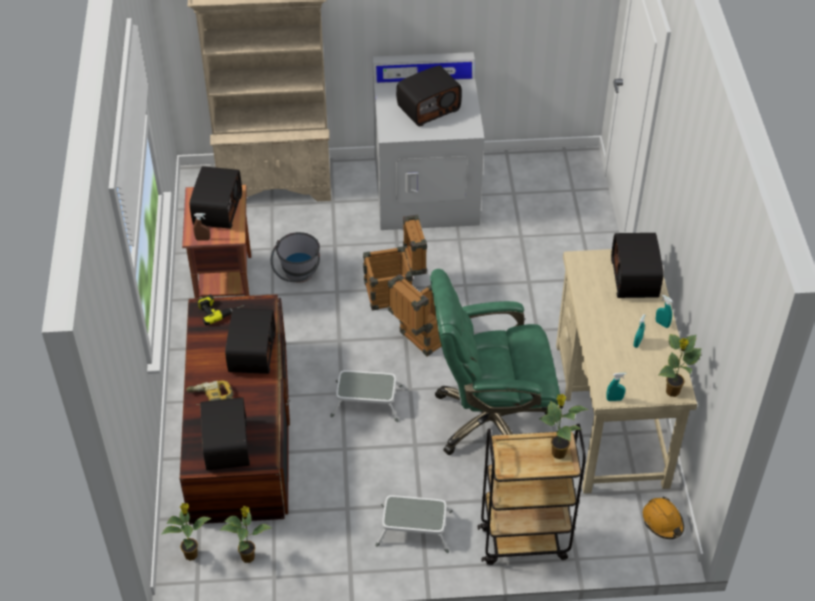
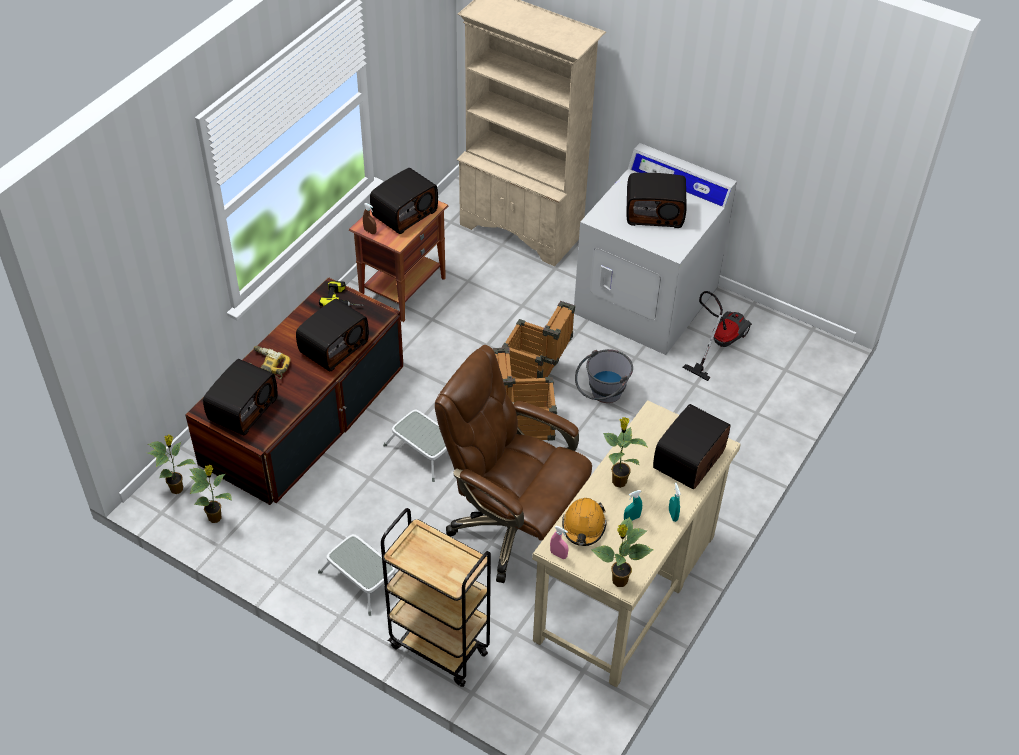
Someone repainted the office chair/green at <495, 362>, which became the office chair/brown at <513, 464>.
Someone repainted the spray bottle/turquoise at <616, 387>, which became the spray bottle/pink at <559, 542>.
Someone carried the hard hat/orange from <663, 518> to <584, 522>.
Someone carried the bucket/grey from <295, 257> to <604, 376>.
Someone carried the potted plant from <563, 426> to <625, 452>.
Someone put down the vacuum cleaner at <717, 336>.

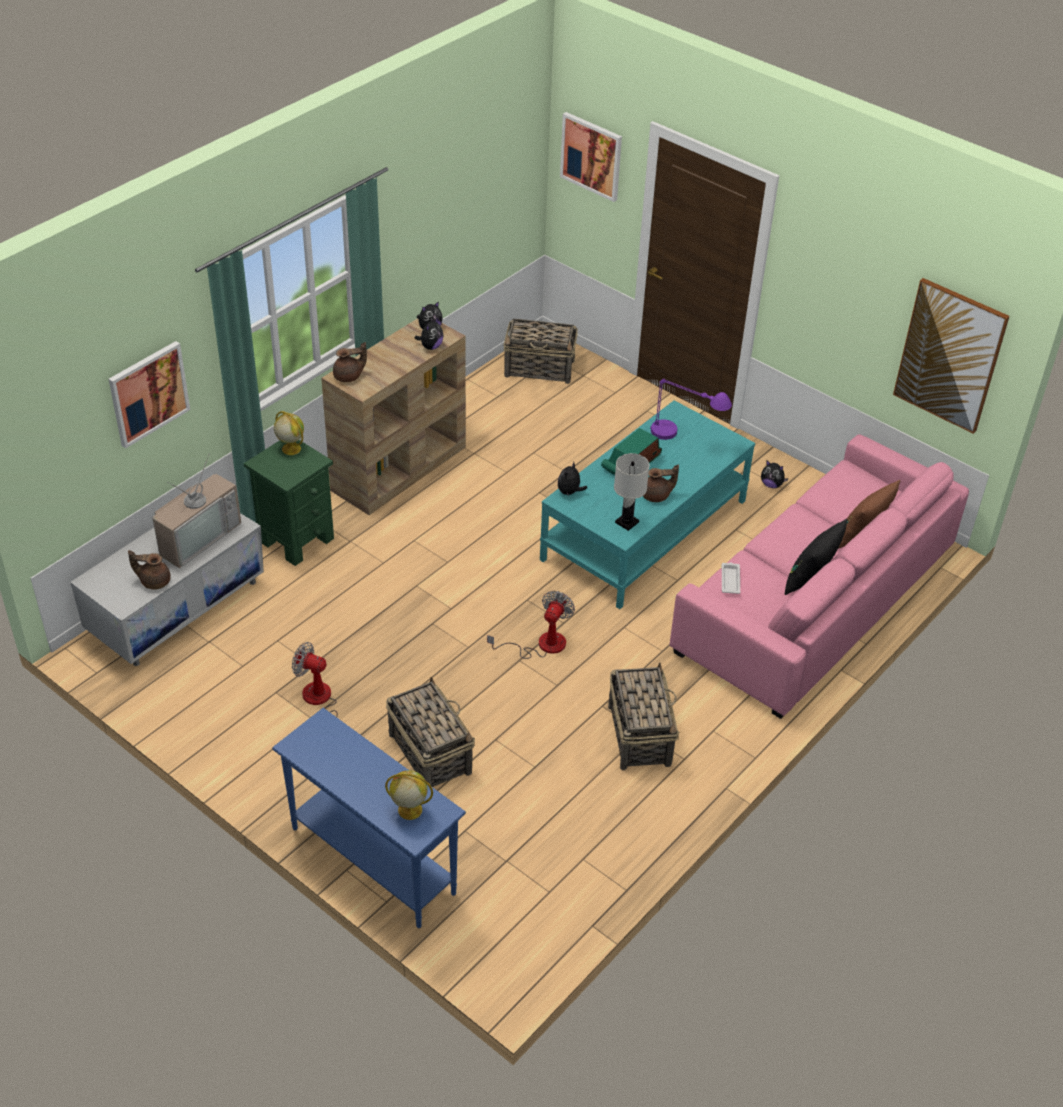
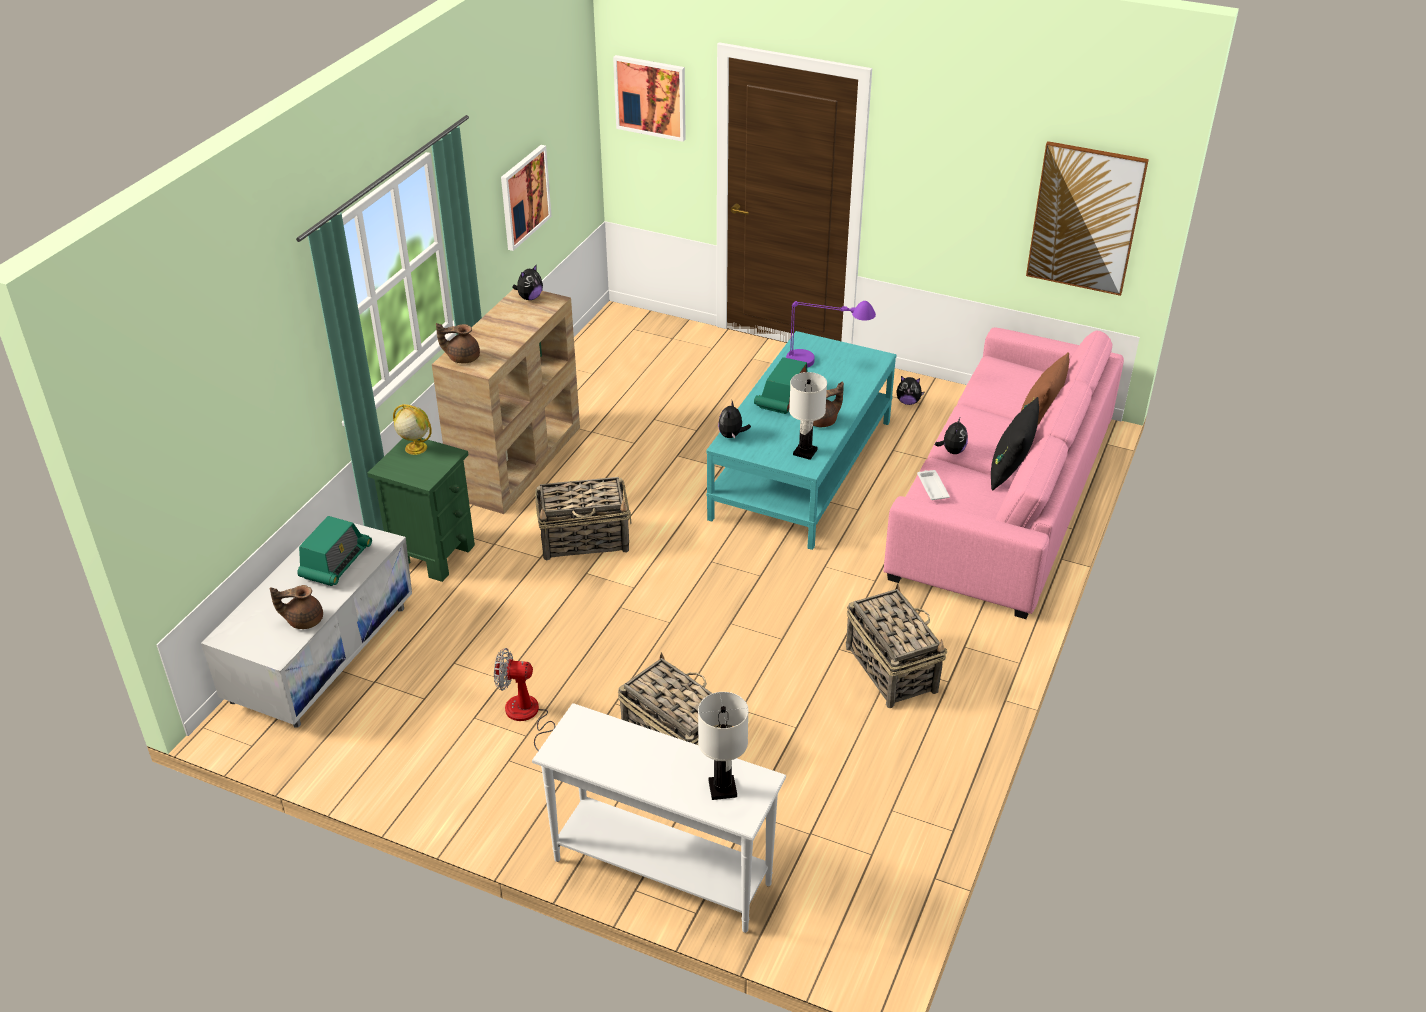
Someone swapped the television at <196, 510> for the radio at <334, 551>.
Someone rotated the teapot/brown at <350, 362> by 150 degrees counterclockwise.
Someone carried the picture from <149, 394> to <526, 198>.
Someone repainted the console table/blue at <369, 818>, which became the console table/white at <659, 818>.
Someone carried the basket from <540, 351> to <583, 518>.
Someone swapped the globe at <409, 795> for the table lamp/white at <723, 746>.
Someone carried the plush toy from <429, 333> to <951, 435>.
Someone took away the fan at <531, 625>.

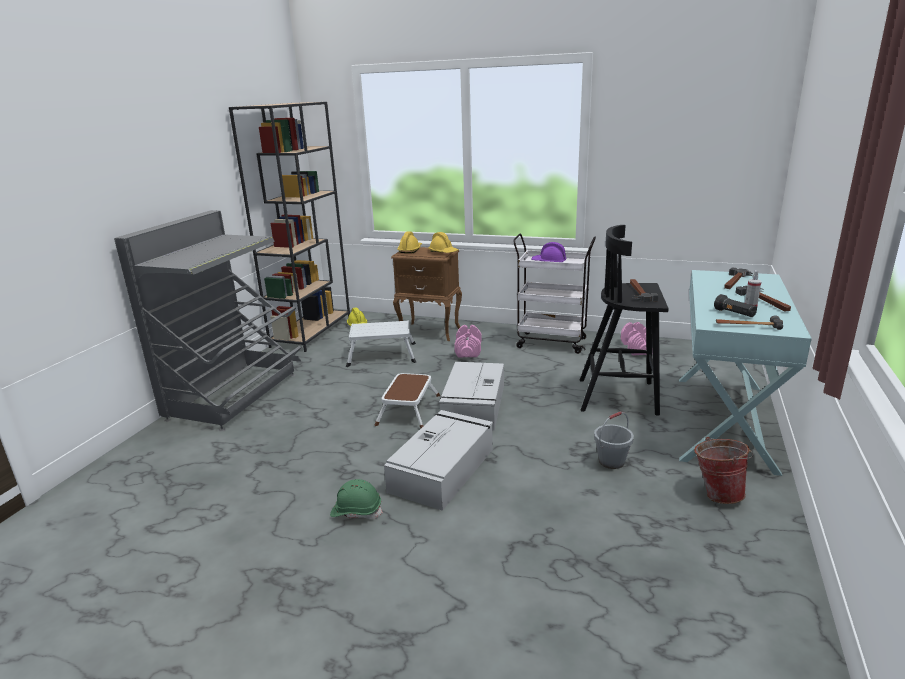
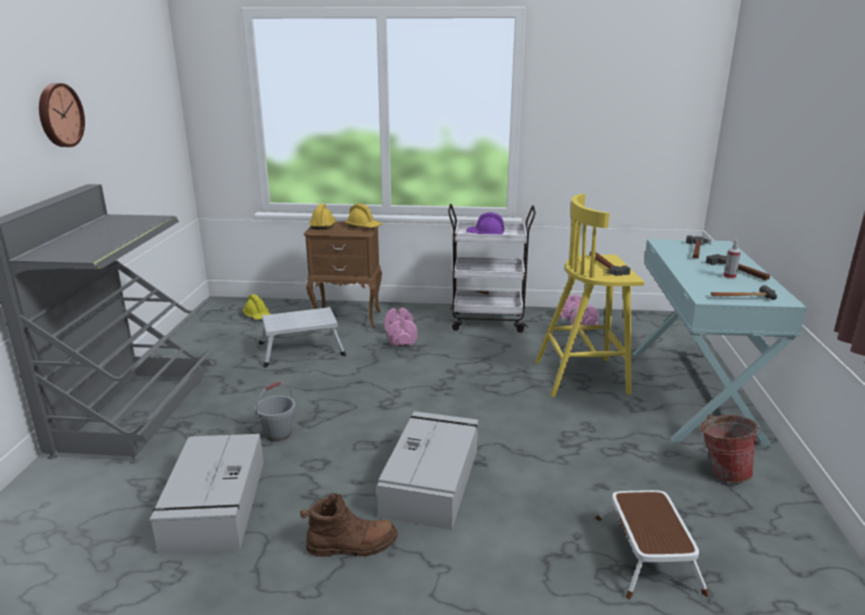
Someone put up the wall clock at <62, 115>.
Someone carried the storage box/grey from <471, 396> to <206, 494>.
Someone carried the bucket/grey from <614, 440> to <275, 411>.
Someone swapped the hard hat/green at <356, 499> for the boot/brown at <349, 525>.
Someone repainted the stool/black at <624, 320>, which became the stool/yellow at <589, 295>.
Someone carried the step ladder/brown from <407, 401> to <652, 544>.
Someone took away the bookcase at <289, 227>.
Someone took away the flashlight/black at <735, 305>.

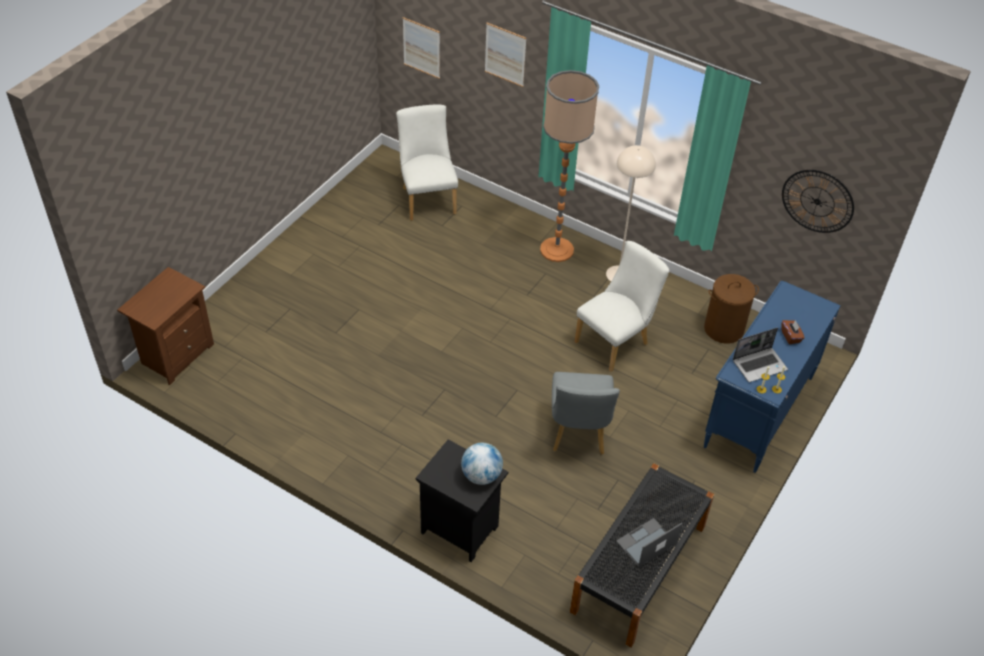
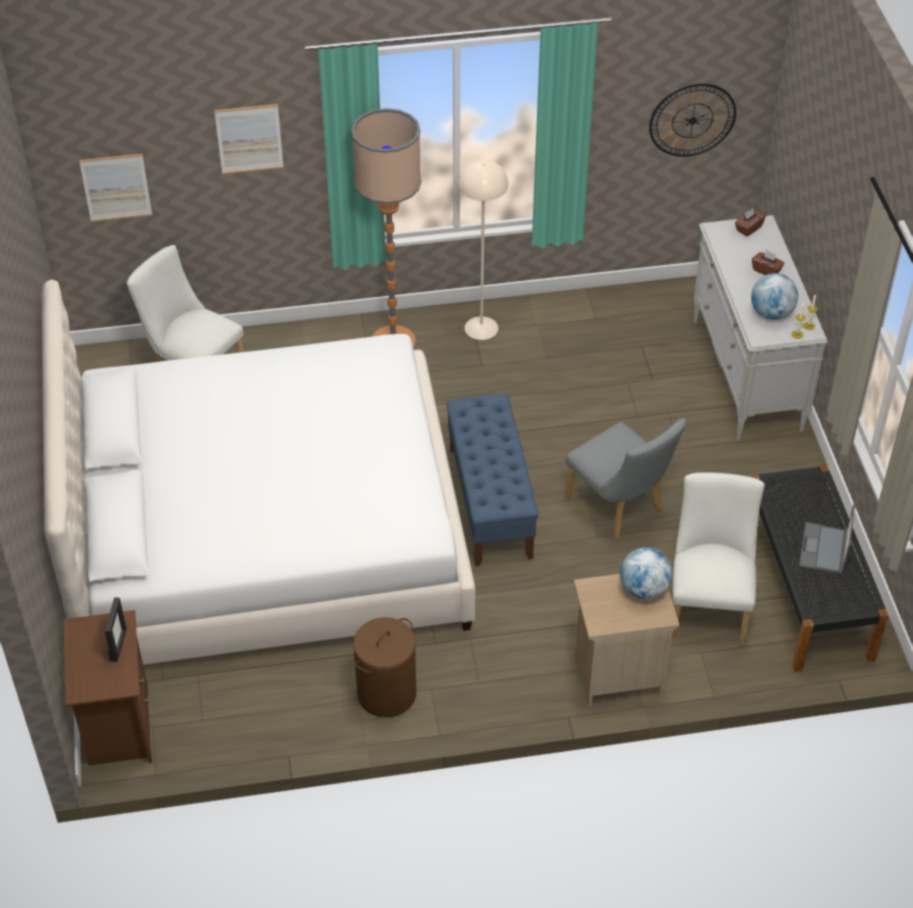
Someone put down the bed/white at <258, 472>.
Someone put down the picture frame at <116, 629>.
Someone carried the laundry basket/brown from <731, 309> to <384, 667>.
Someone put down the bench/blue at <493, 480>.
Someone repainted the nightstand/black at <462, 500>, which became the nightstand/beige at <627, 640>.
Someone carried the chair/white from <621, 306> to <718, 558>.
Someone repainted the dresser/blue at <772, 377>, which became the dresser/white at <760, 328>.
Someone put down the tissue box/brown at <750, 222>.
Someone swapped the laptop at <760, 355> for the globe at <774, 296>.

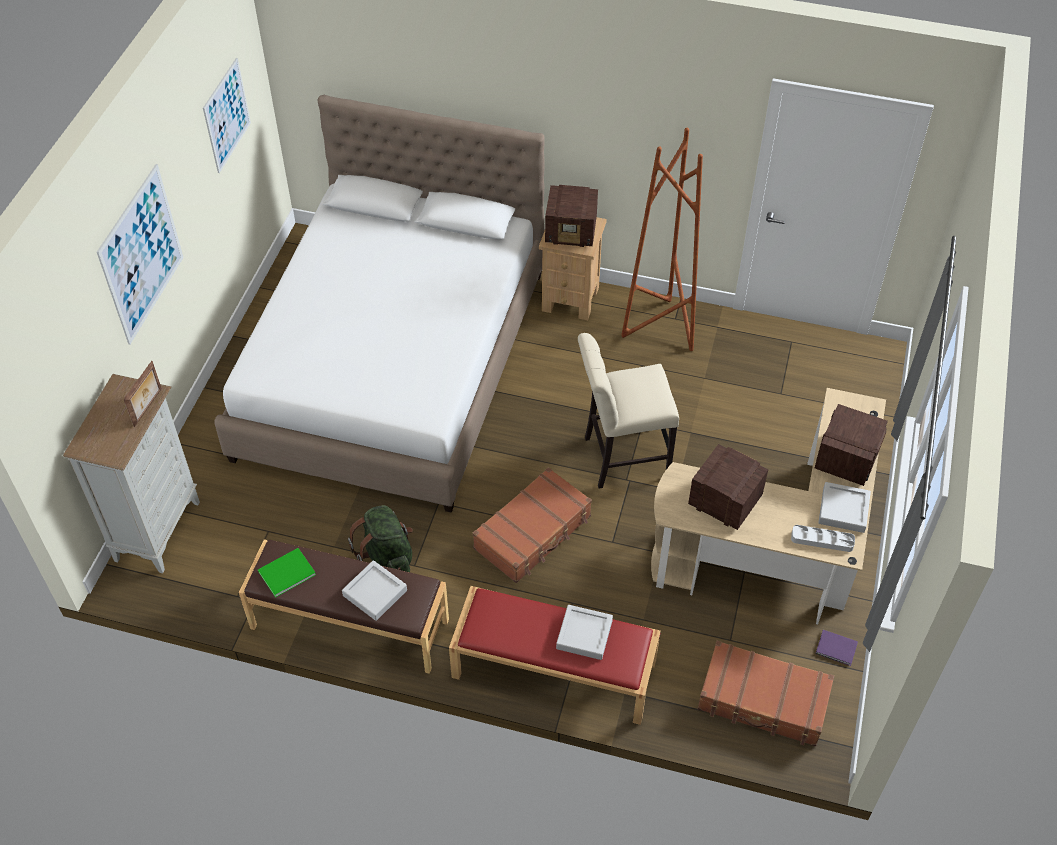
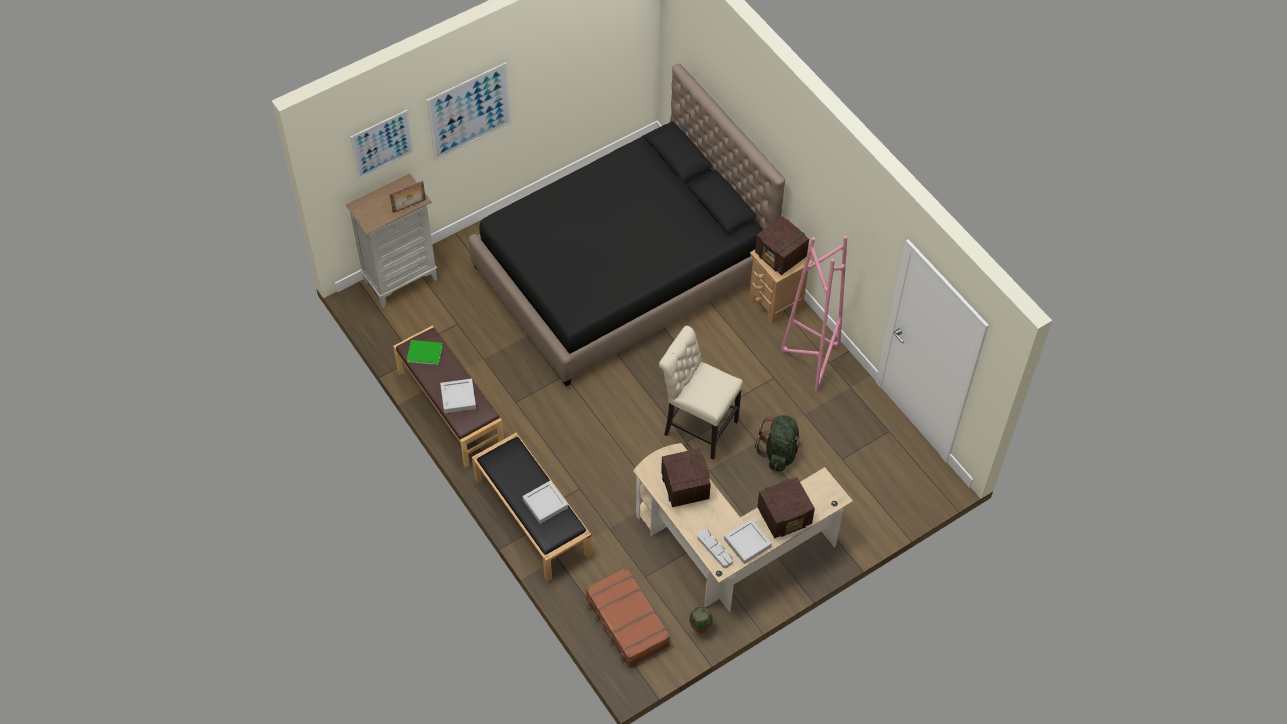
Someone carried the picture from <227, 115> to <382, 144>.
Someone repainted the bed/white at <379, 304>, which became the bed/black at <627, 225>.
Someone repainted the bench/red at <555, 655>, which became the bench/black at <532, 507>.
Someone swapped the book/purple at <836, 648> for the vase at <701, 619>.
Someone carried the backpack/green from <380, 538> to <779, 443>.
Someone repainted the clothes rack/brown at <662, 239>, which became the clothes rack/pink at <814, 313>.
Someone took away the suitcase/brown at <532, 525>.

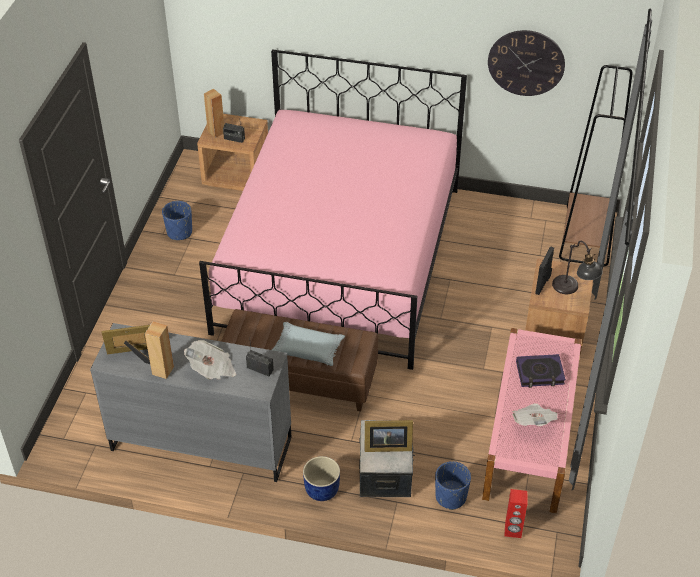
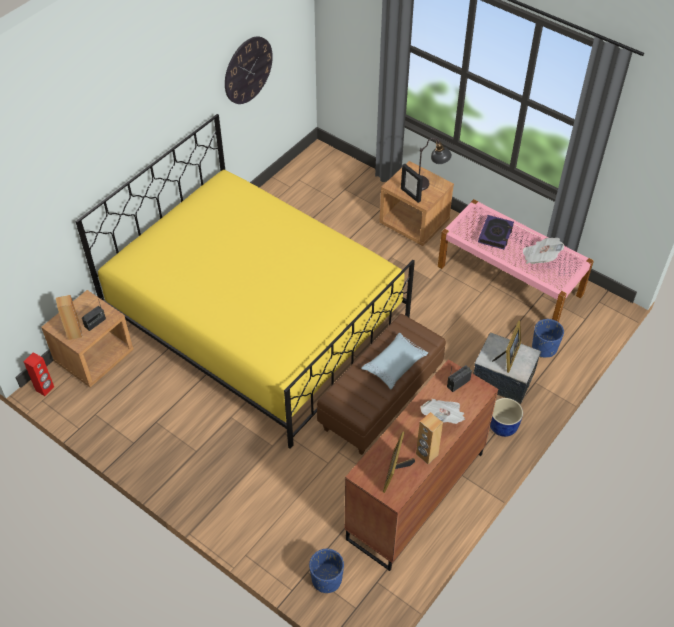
Someone carried the speaker/red from <515, 513> to <39, 374>.
Someone repainted the bed/pink at <333, 209>, which became the bed/yellow at <245, 281>.
Someone carried the planter/blue from <177, 220> to <326, 571>.
Someone repainted the dresser/grey at <190, 402>, which became the dresser/brown at <421, 465>.
Someone took away the clothes rack at <596, 166>.

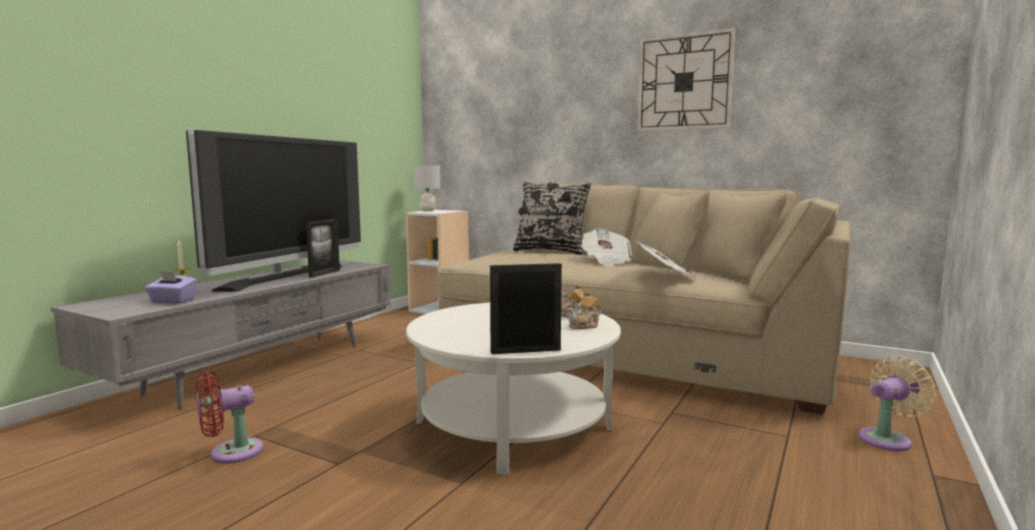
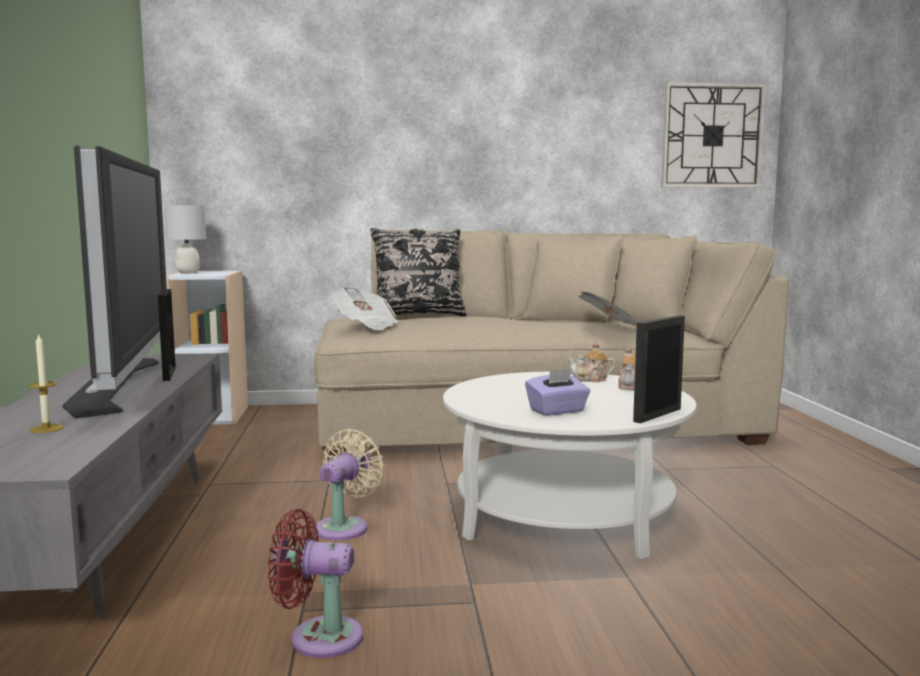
Someone rotated the fan/red at <229, 417> by 75 degrees clockwise.
Someone carried the fan/beige from <897, 403> to <349, 484>.
Someone carried the newspaper from <606, 247> to <366, 308>.
Someone carried the tissue box/purple from <171, 287> to <557, 392>.
Someone carried the wall clock from <686, 79> to <713, 135>.

